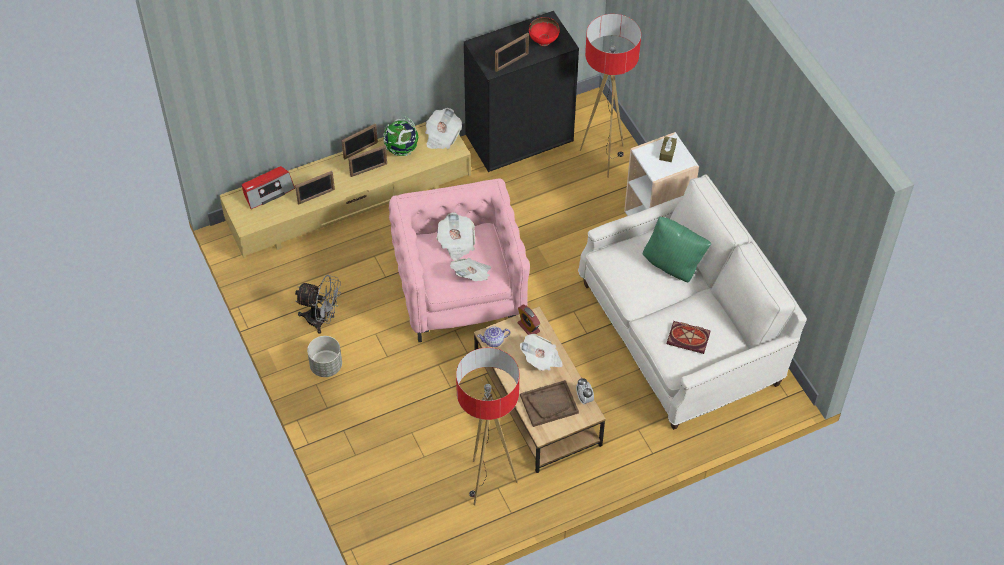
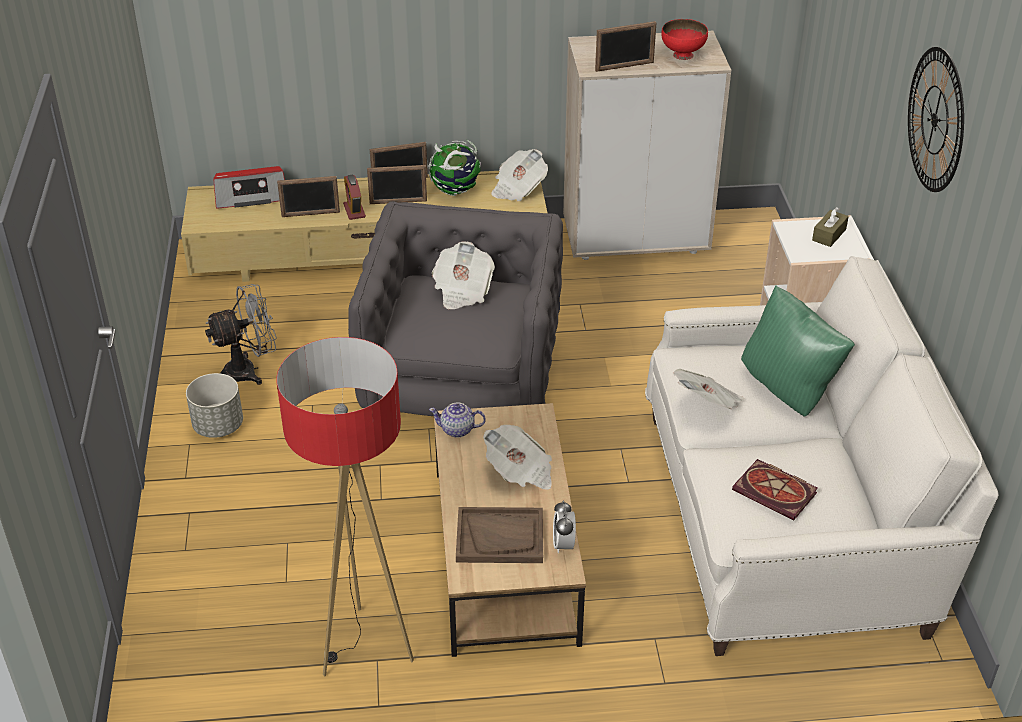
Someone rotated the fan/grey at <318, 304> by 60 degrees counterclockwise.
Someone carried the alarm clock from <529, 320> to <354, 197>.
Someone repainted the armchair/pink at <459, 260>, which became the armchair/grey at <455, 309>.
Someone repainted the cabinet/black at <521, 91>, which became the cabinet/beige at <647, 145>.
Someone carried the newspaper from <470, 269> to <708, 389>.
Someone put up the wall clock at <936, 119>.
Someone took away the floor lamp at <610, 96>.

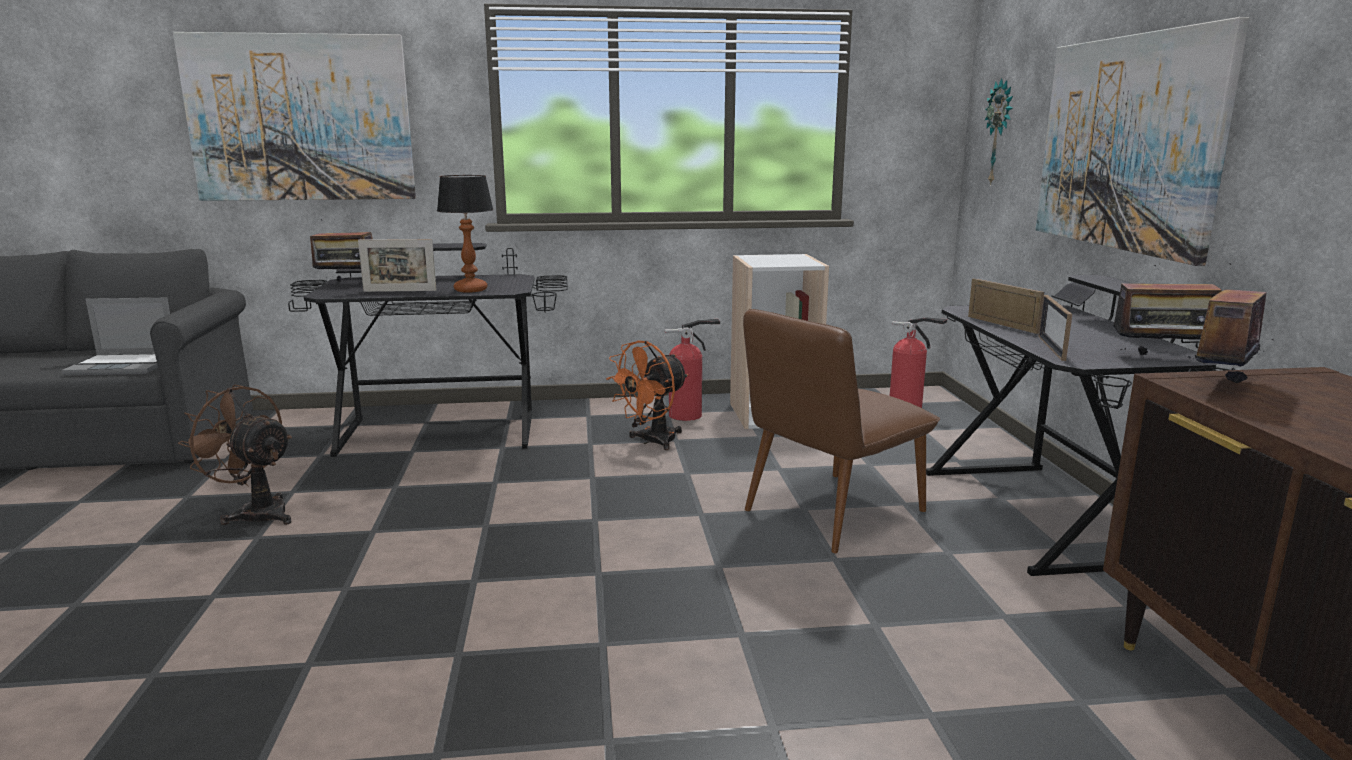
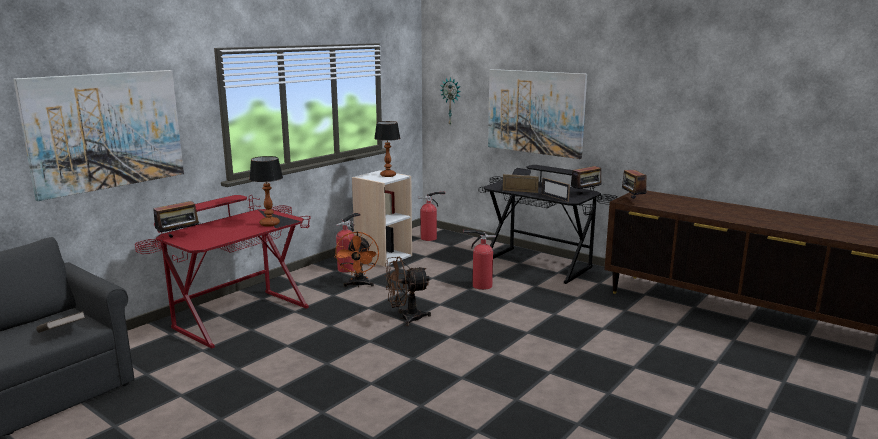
Someone swapped the laptop at <116, 336> for the book/brown at <61, 322>.
Someone repainted the desk/black at <428, 350>, which became the desk/red at <223, 272>.
Someone put down the table lamp at <387, 149>.
Someone carried the fan/brown from <235, 455> to <408, 291>.
Someone swapped the chair/brown at <841, 431> for the fire extinguisher at <479, 260>.
Someone took away the picture frame at <397, 265>.

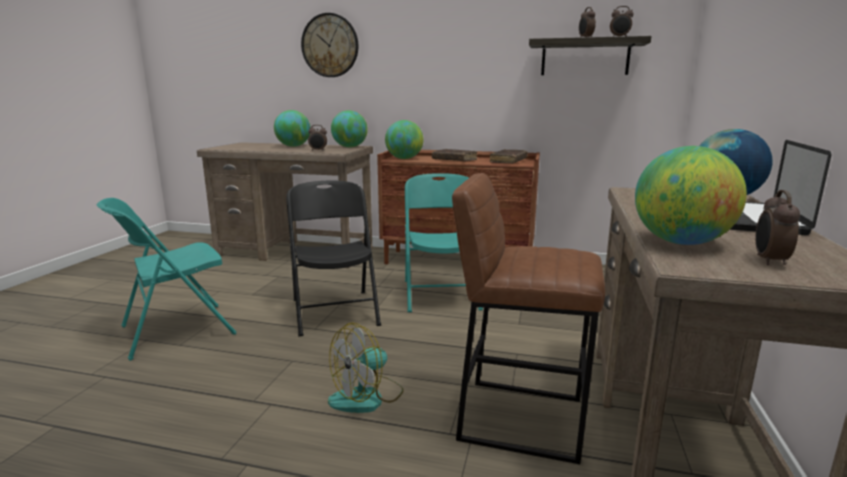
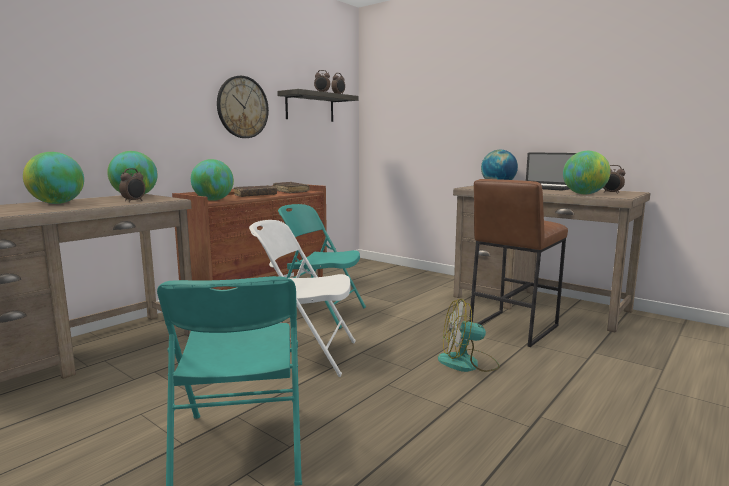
Someone carried the wall clock from <329, 45> to <243, 107>.
Someone repainted the chair/black at <333, 259>, which became the chair/white at <302, 298>.
Someone rotated the fan at <365, 367> by 105 degrees clockwise.

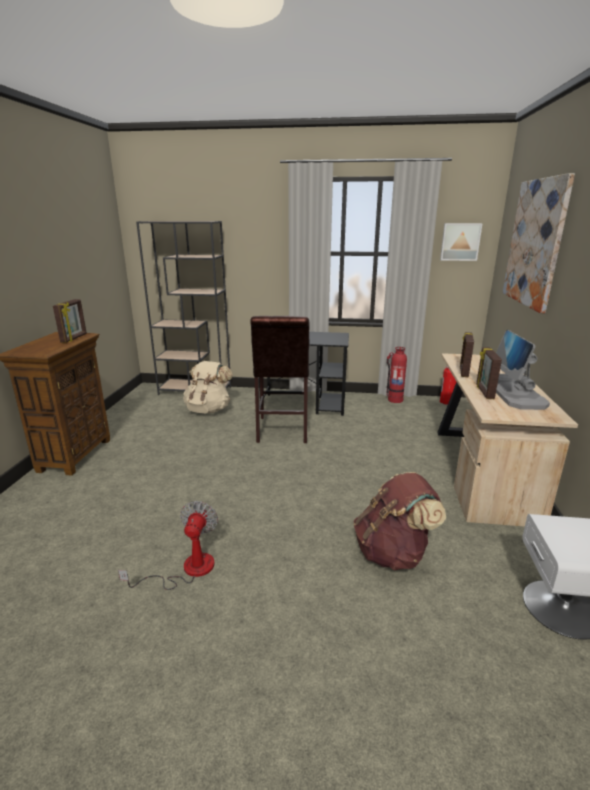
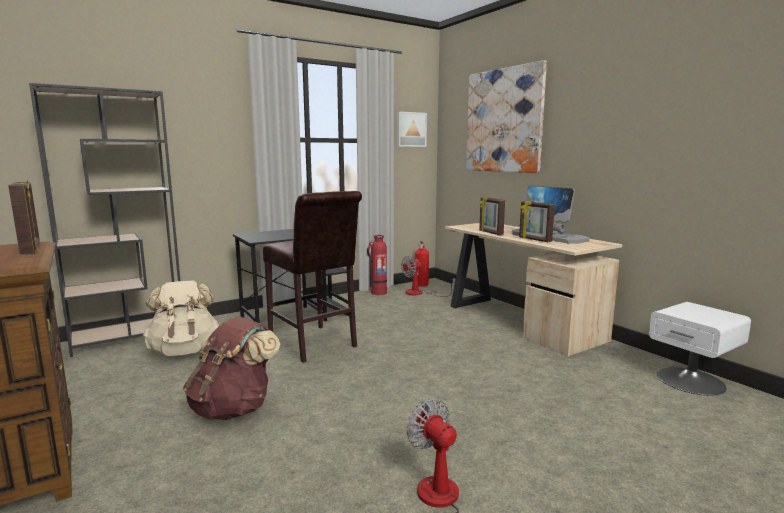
Someone carried the backpack/brown from <400, 521> to <231, 368>.
Someone put down the fan at <428, 276>.

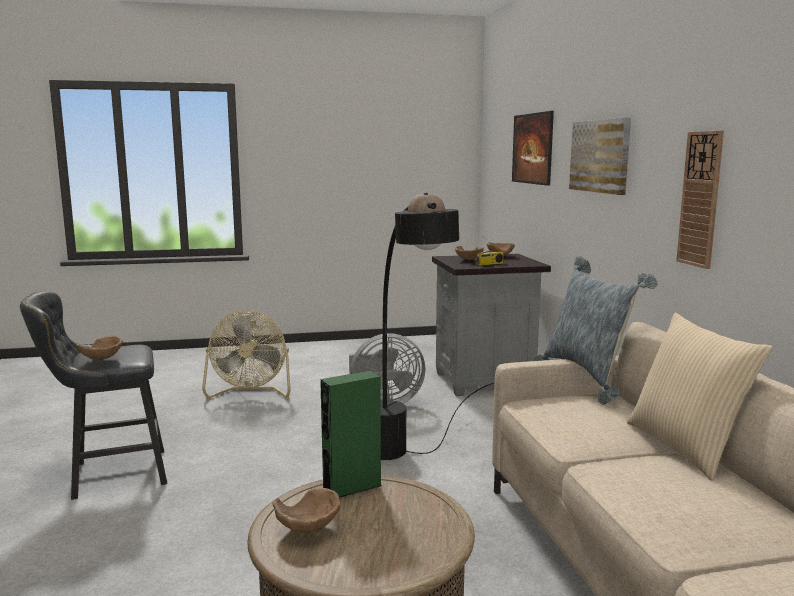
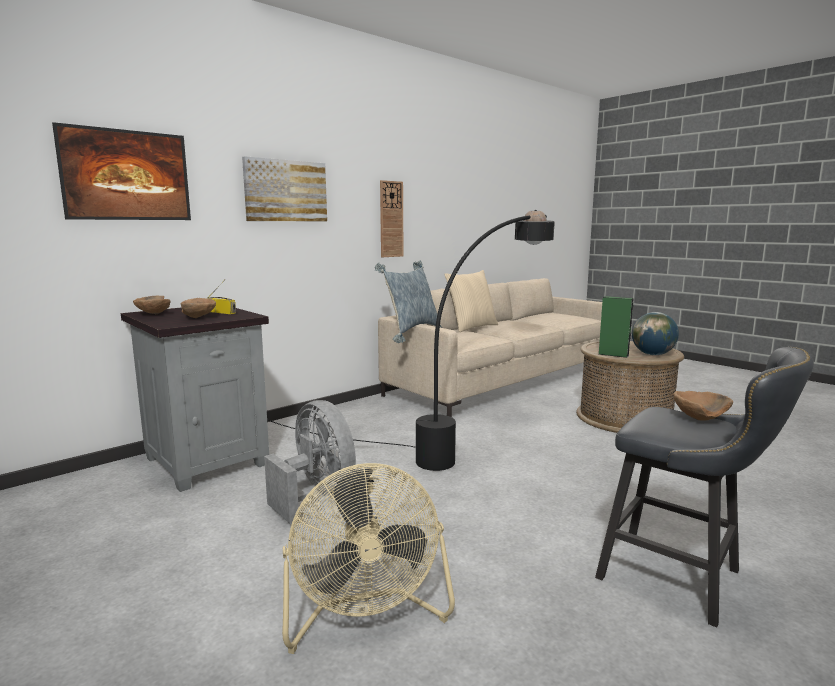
Someone rotated the fan/beige at <246, 355> by 105 degrees clockwise.
Someone swapped the bowl/brown at <307, 510> for the globe at <655, 333>.

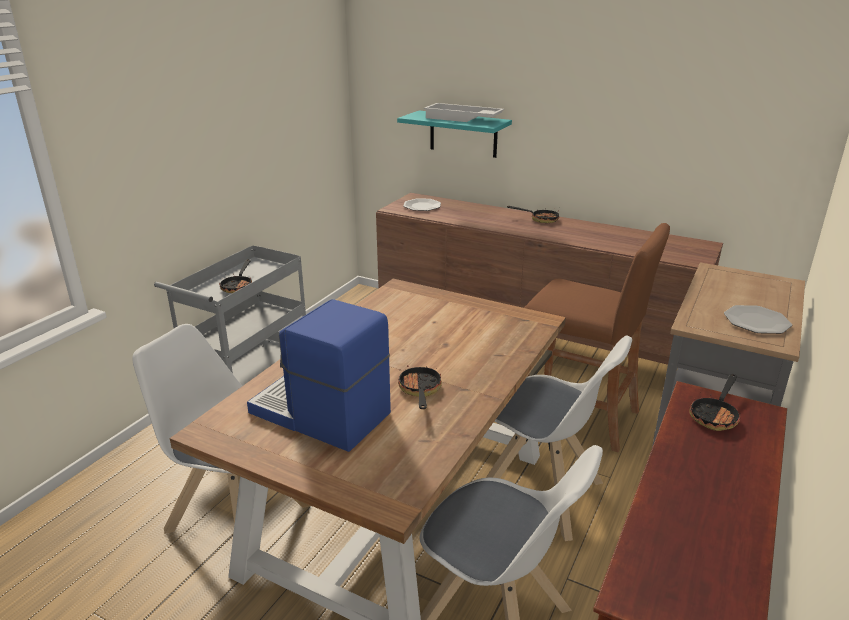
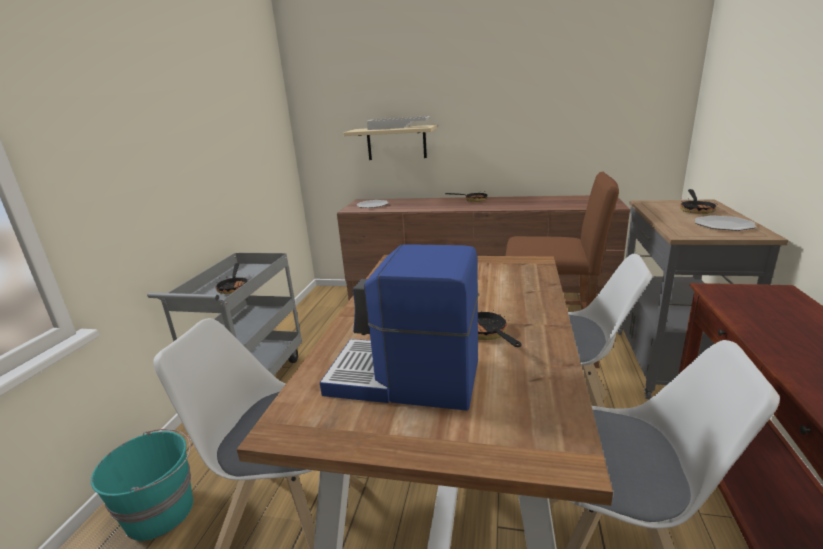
Someone put down the bucket/turquoise at <142, 485>.
Someone repainted the shelf/turquoise at <454, 134>, which became the shelf/beige at <390, 142>.
Someone carried the frying pan from <715, 402> to <699, 201>.

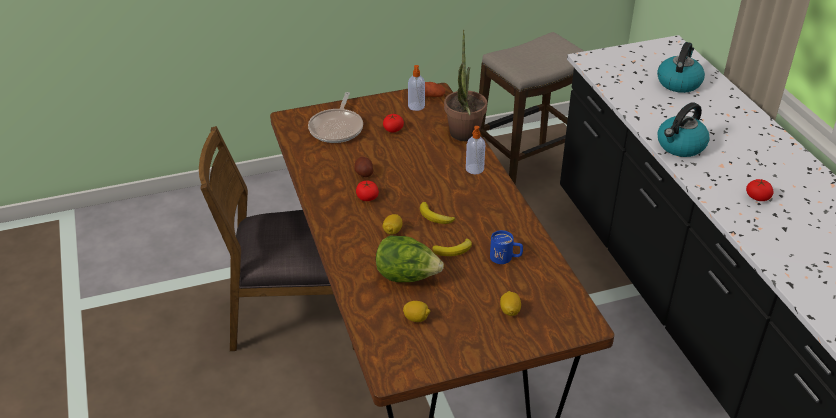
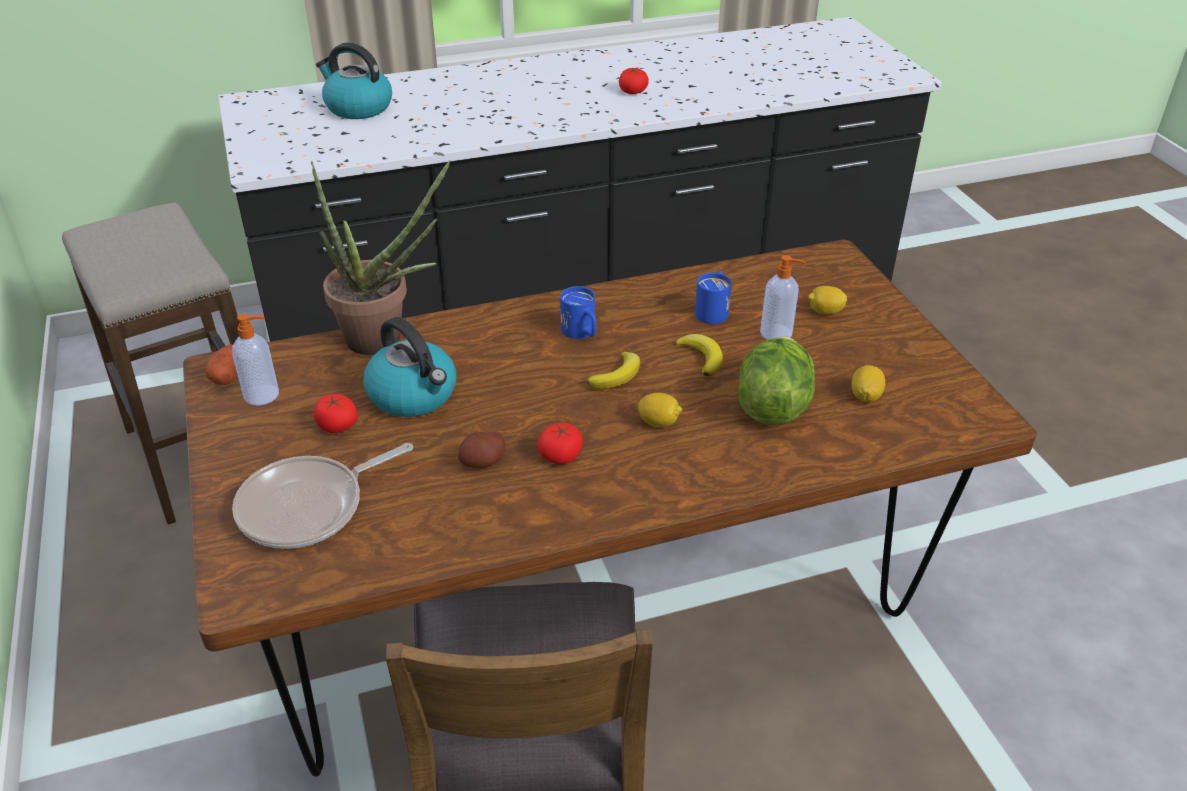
Someone rotated the frying pan at <335, 117> by 135 degrees clockwise.
Someone carried the kettle from <684, 129> to <409, 367>.
Someone put down the mug/blue at <578, 312>.
Someone carried the soap dispenser from <475, 150> to <783, 297>.

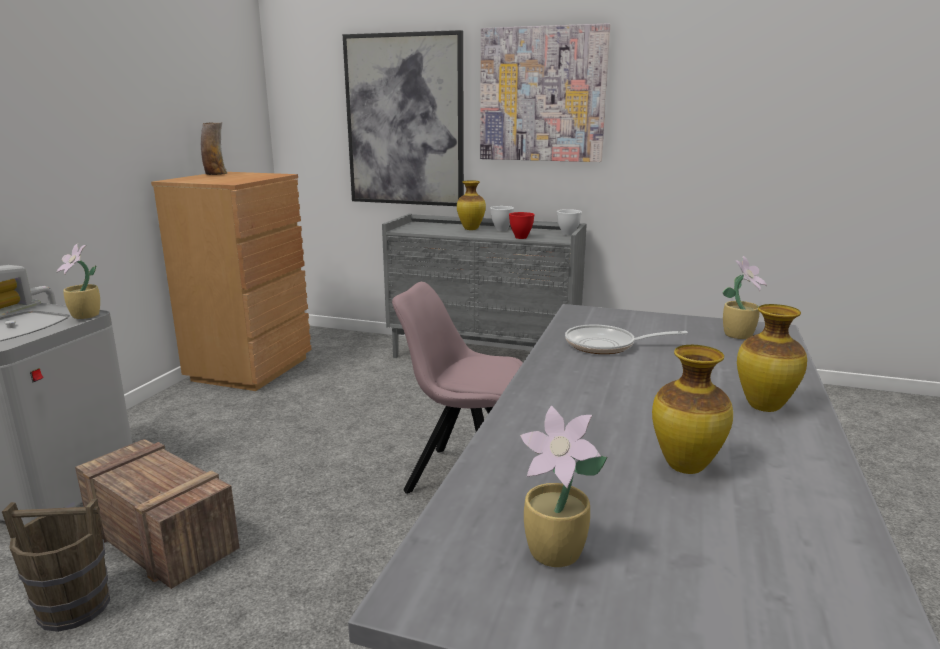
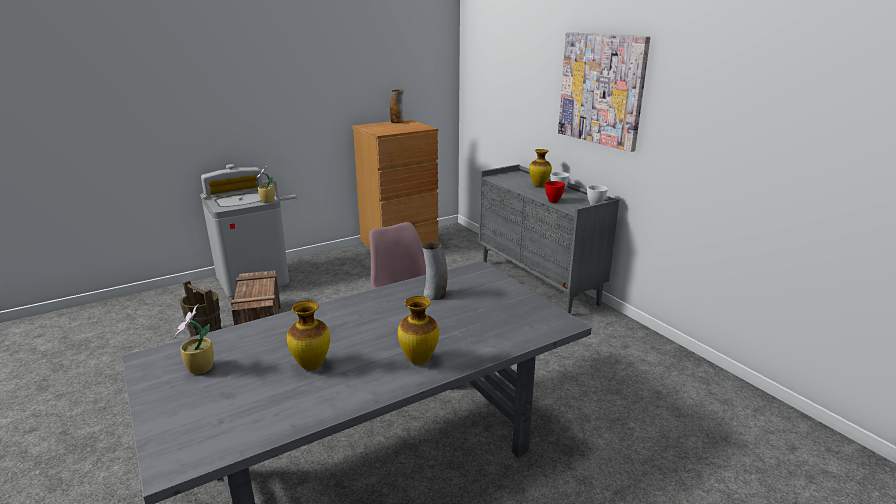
Someone swapped the frying pan at <626, 339> for the vase at <434, 271>.
Someone took away the picture at <403, 118>.
Someone took away the potted plant at <744, 297>.

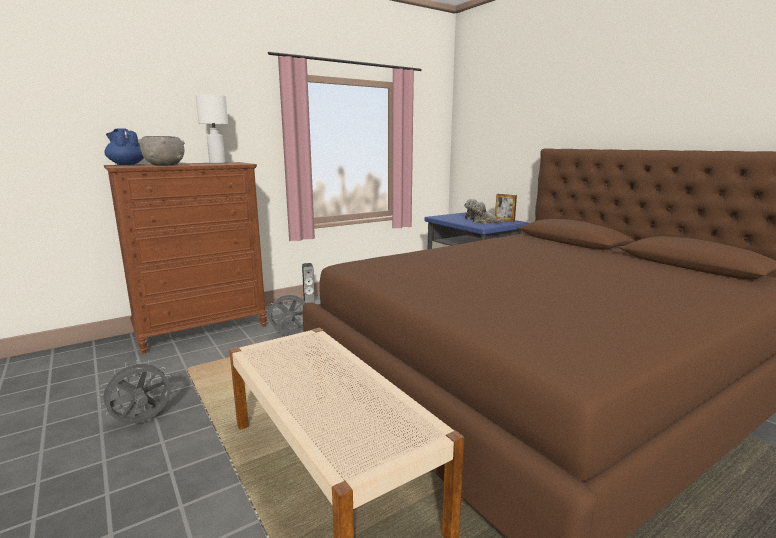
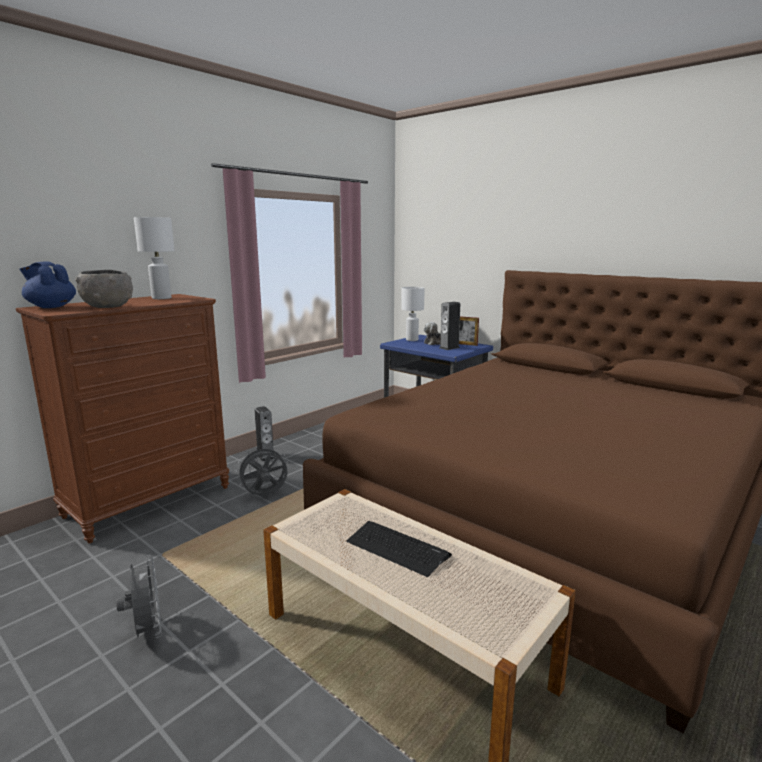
Someone rotated the fan/grey at <135, 392> by 120 degrees clockwise.
Someone put down the keyboard at <399, 549>.
Someone put down the table lamp/white at <413, 314>.
Someone swapped the plush toy at <488, 212> for the speaker at <449, 326>.

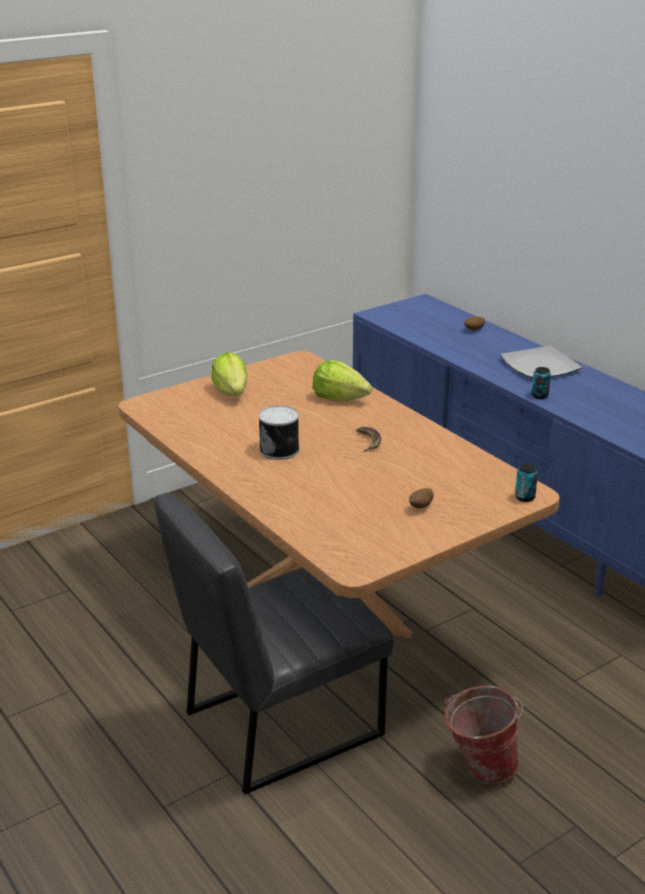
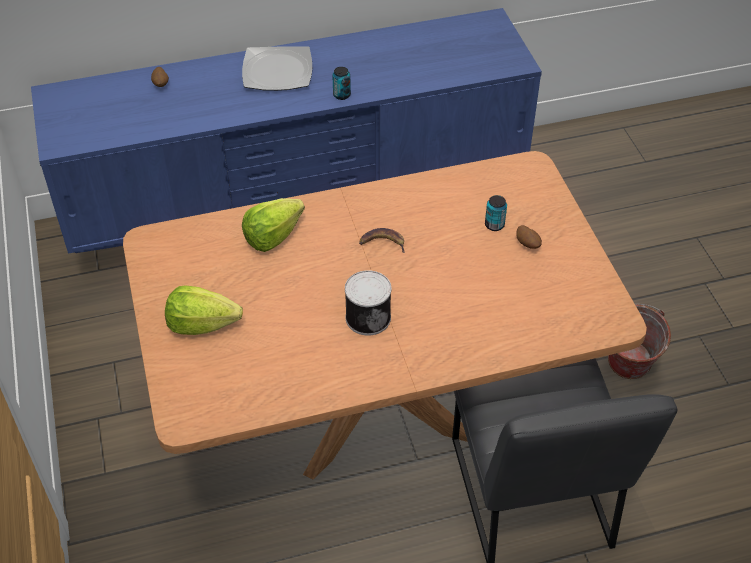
Someone carried the can from <526, 483> to <496, 213>.

